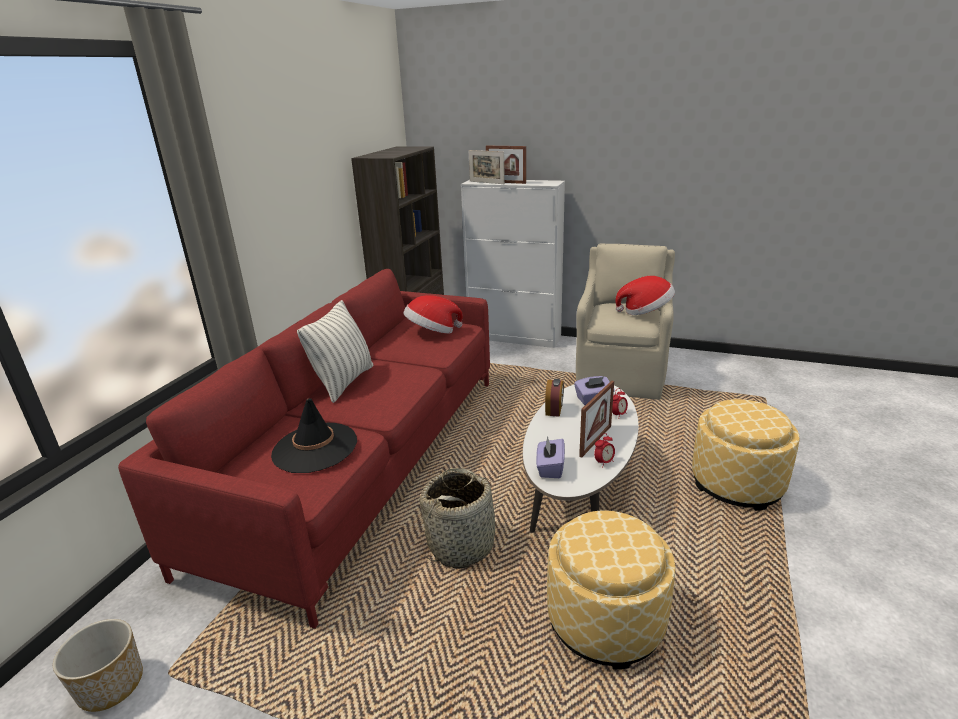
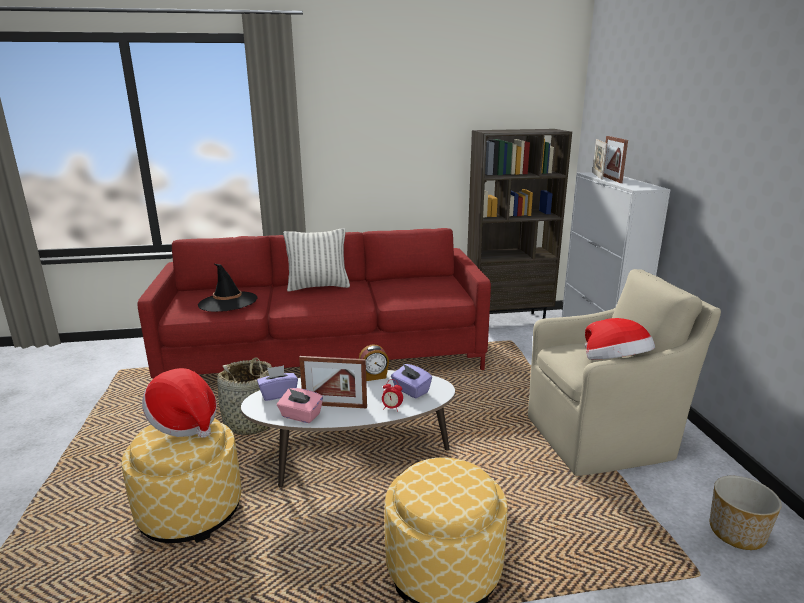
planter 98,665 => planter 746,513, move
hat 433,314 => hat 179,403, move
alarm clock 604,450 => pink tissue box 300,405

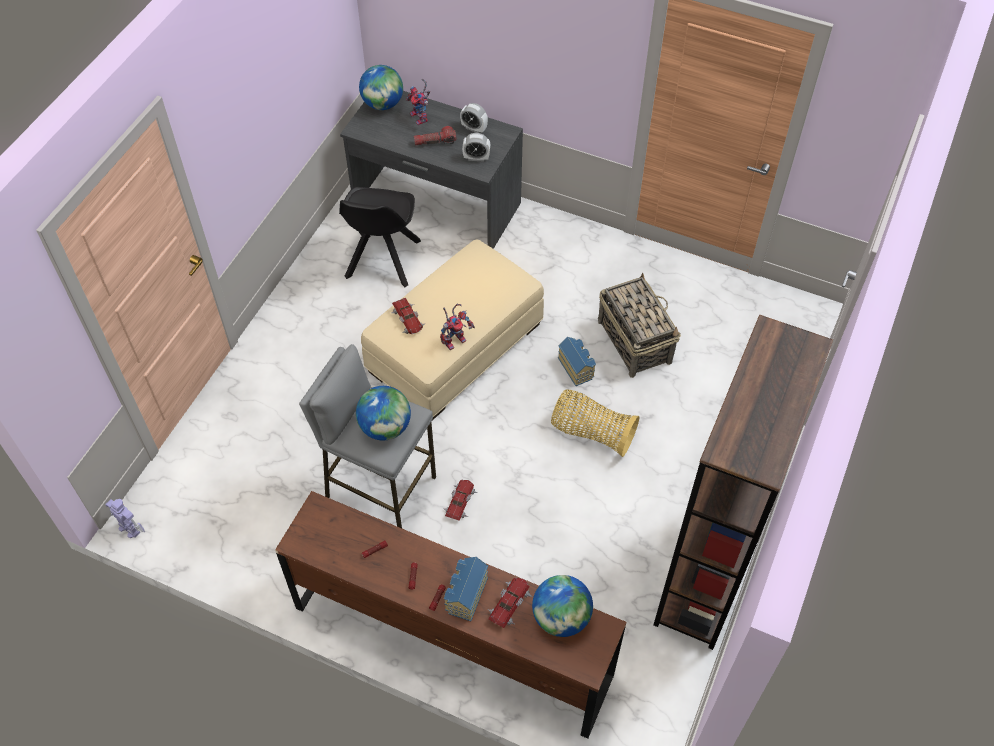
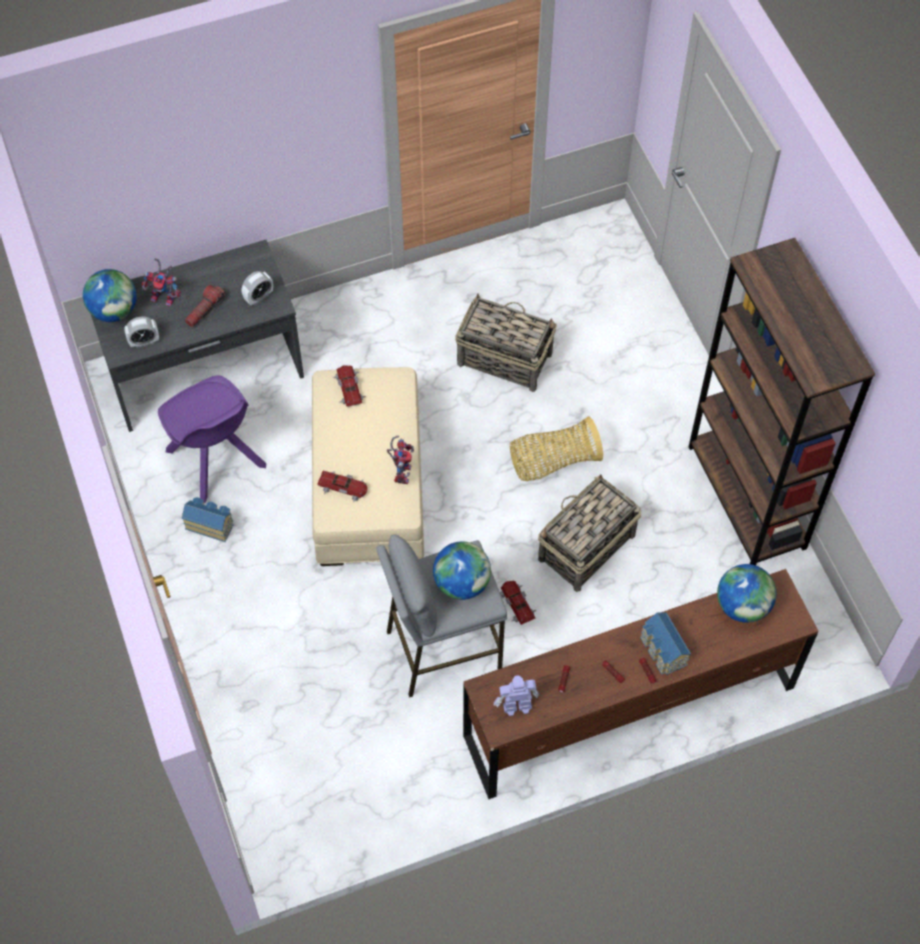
toy robot 125,518 => toy robot 516,695, move
black chair 380,237 => purple chair 212,439
alarm clock 474,118 => alarm clock 141,332, move
toy car 510,602 => toy car 349,386, move
toy house 577,361 => toy house 208,519, move
nothing => basket 590,533

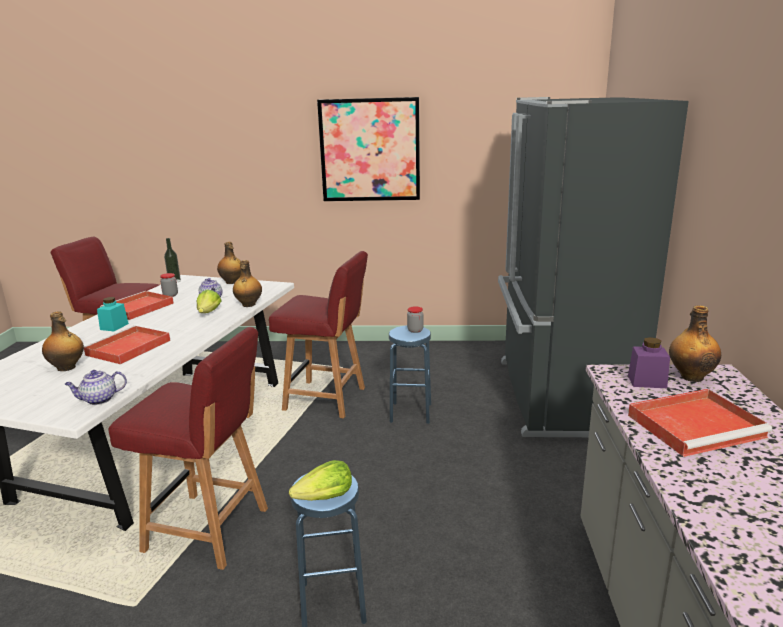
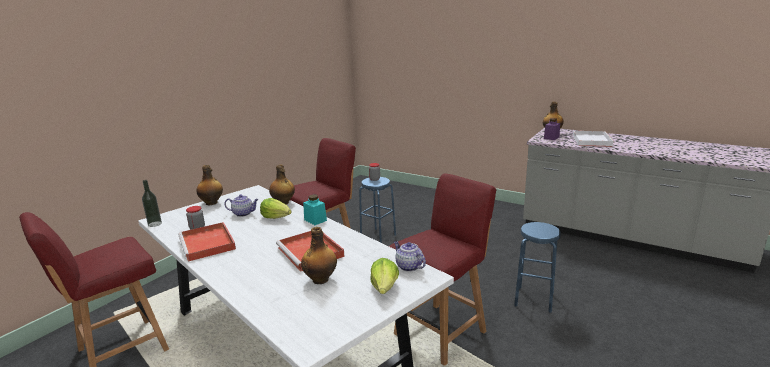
teapot 95,387 => teapot 410,256, 135 degrees clockwise
turquoise jar 113,314 => turquoise jar 315,209, move
lettuce 320,480 => lettuce 384,276, move
picture 368,149 => nothing
black fridge 593,267 => nothing
red tray 700,423 => white tray 594,139

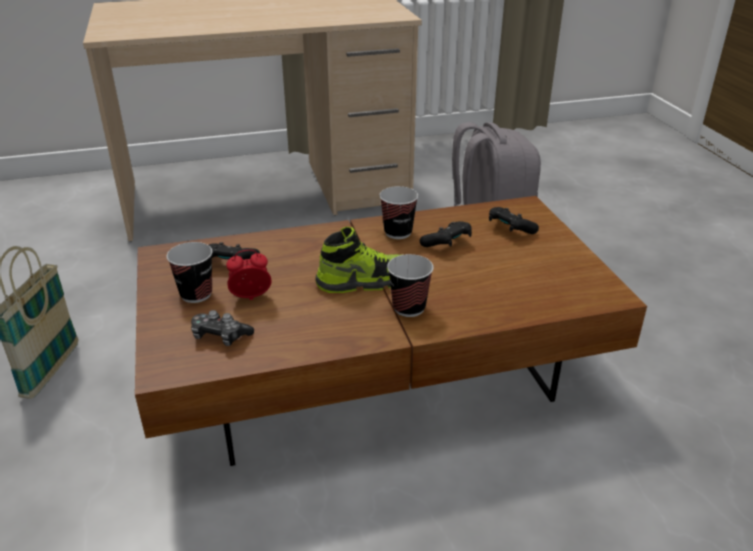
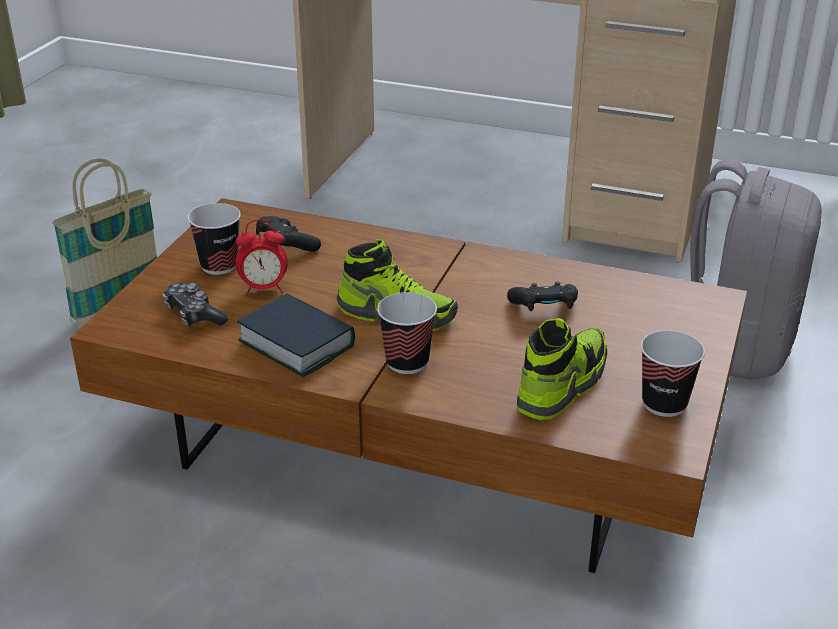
alarm clock 248,275 => alarm clock 261,258, 150 degrees clockwise
cup 398,212 => cup 673,374, move
black game controller 514,220 => nothing
nothing => book 296,335
nothing => shoe 562,369

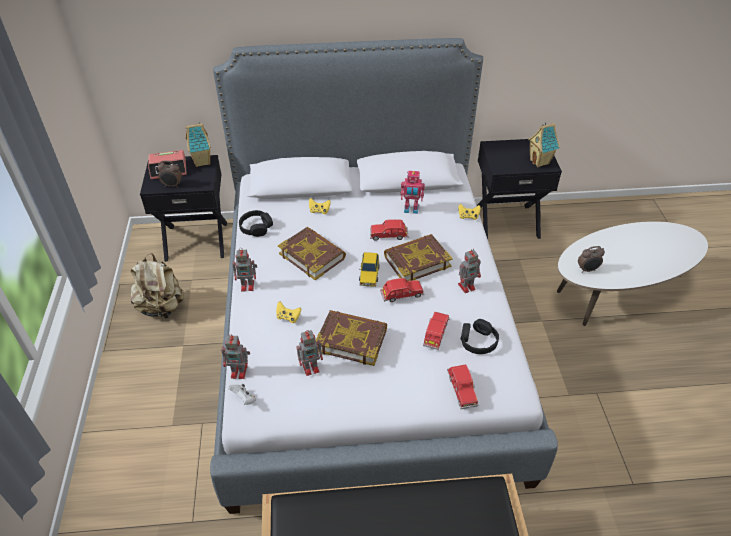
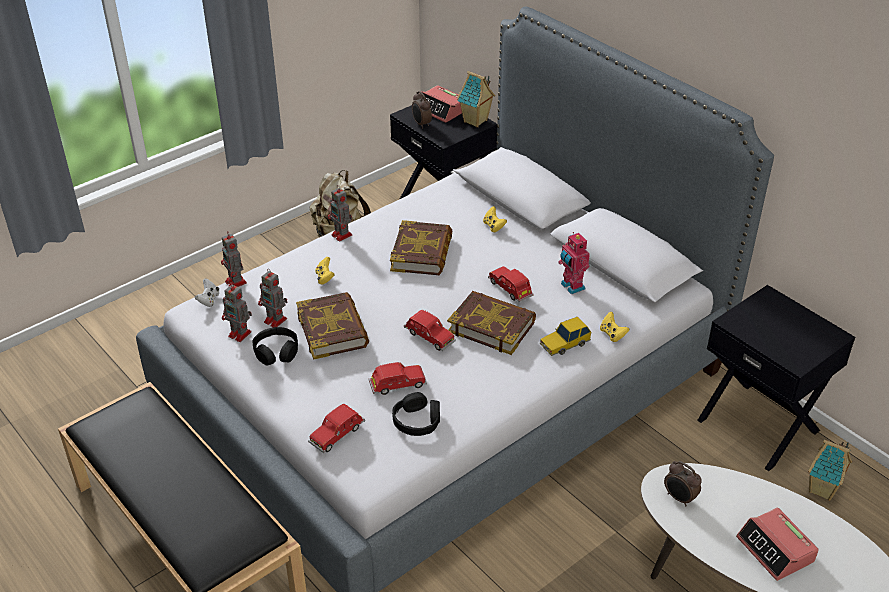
black headphones 256,223 => black headphones 275,346, move
toy car 369,269 => toy car 565,336, move
toy robot 469,270 => toy robot 237,312, move
toy house 544,144 => toy house 830,470, move
nothing => alarm clock 777,544

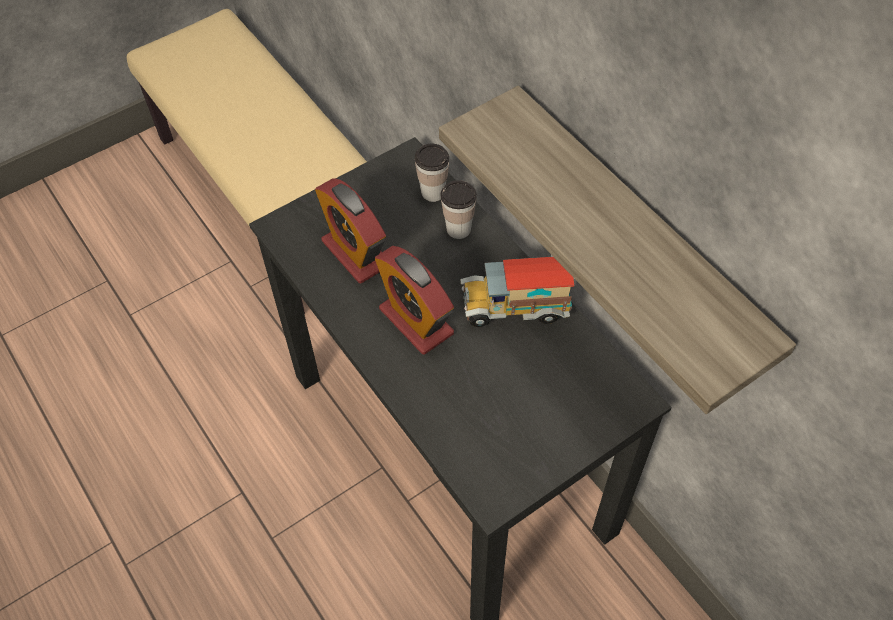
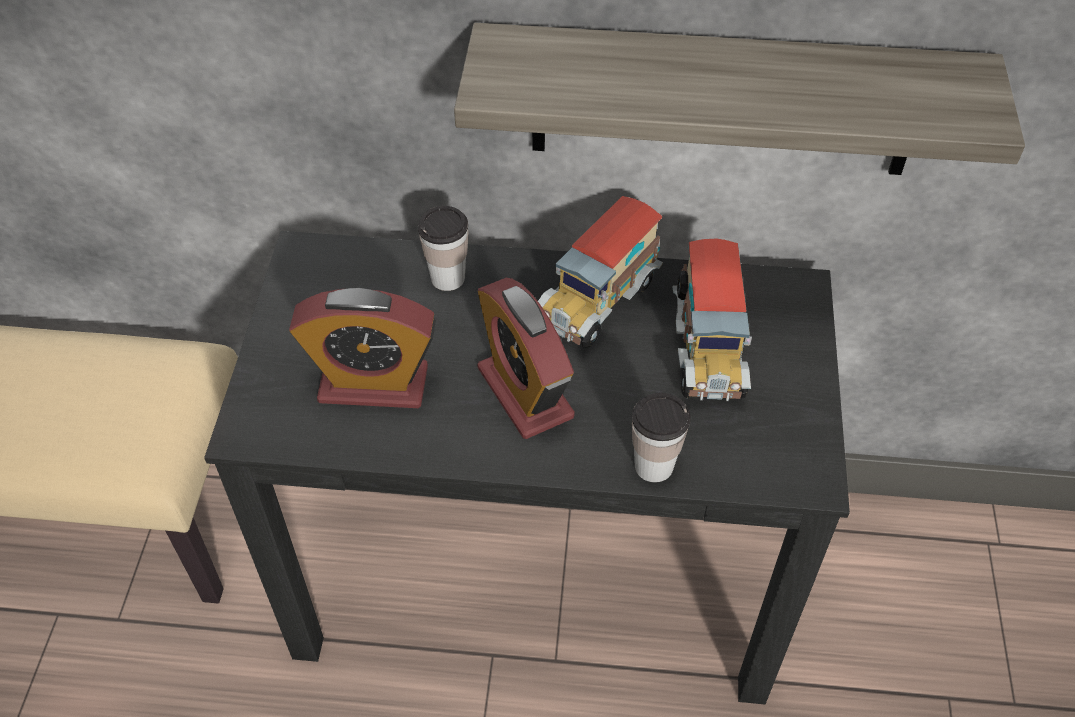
alarm clock 414,300 => alarm clock 526,358, 60 degrees clockwise
cup 432,173 => cup 661,438, move
nothing => toy truck 712,320

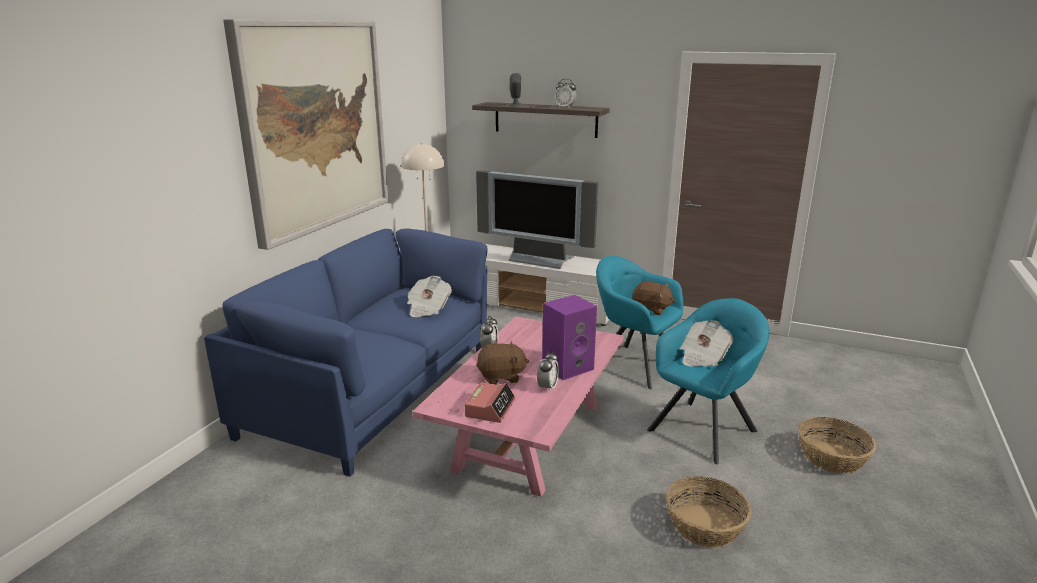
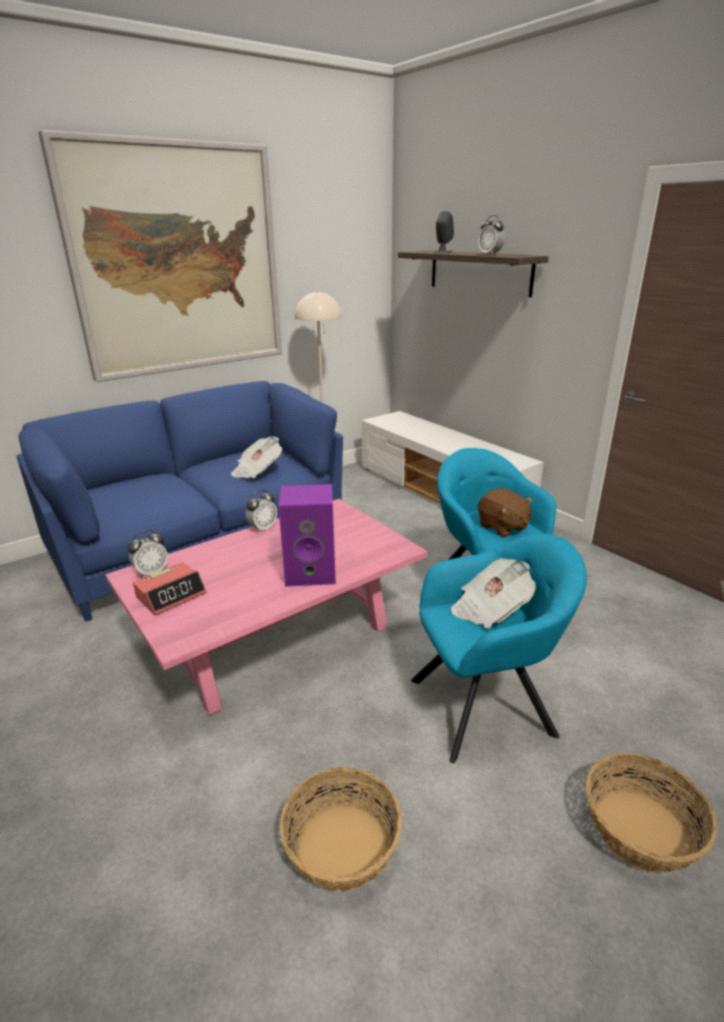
television 537,219 => nothing
brown plush toy 502,362 => nothing
alarm clock 548,371 => alarm clock 147,553, move

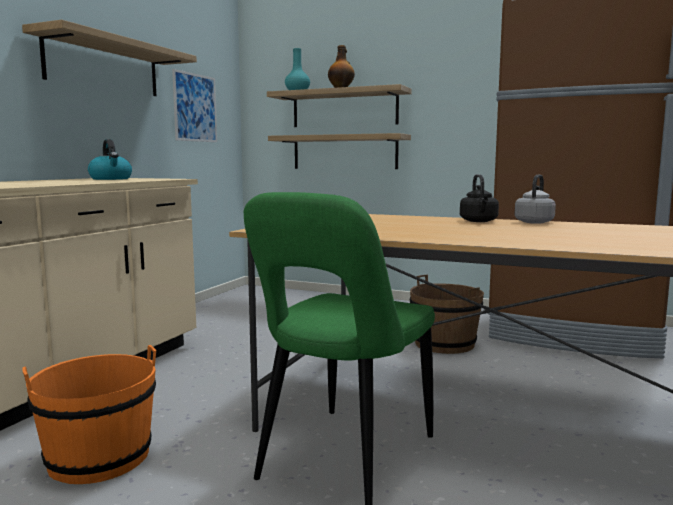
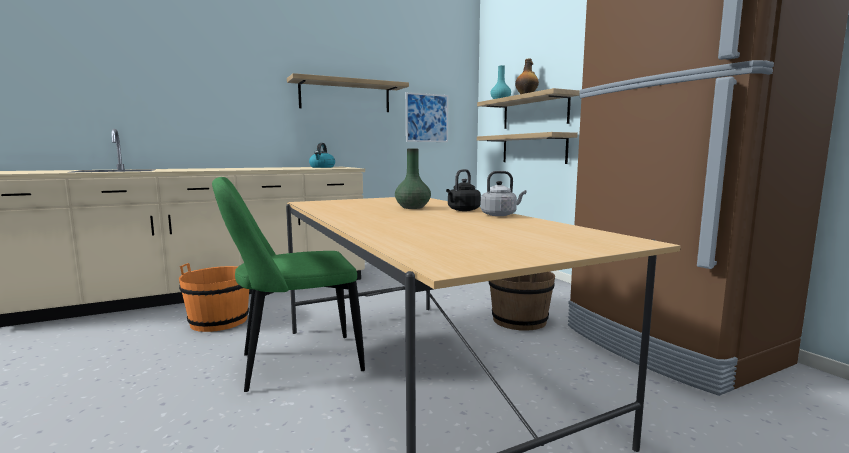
nothing => green vase 413,178

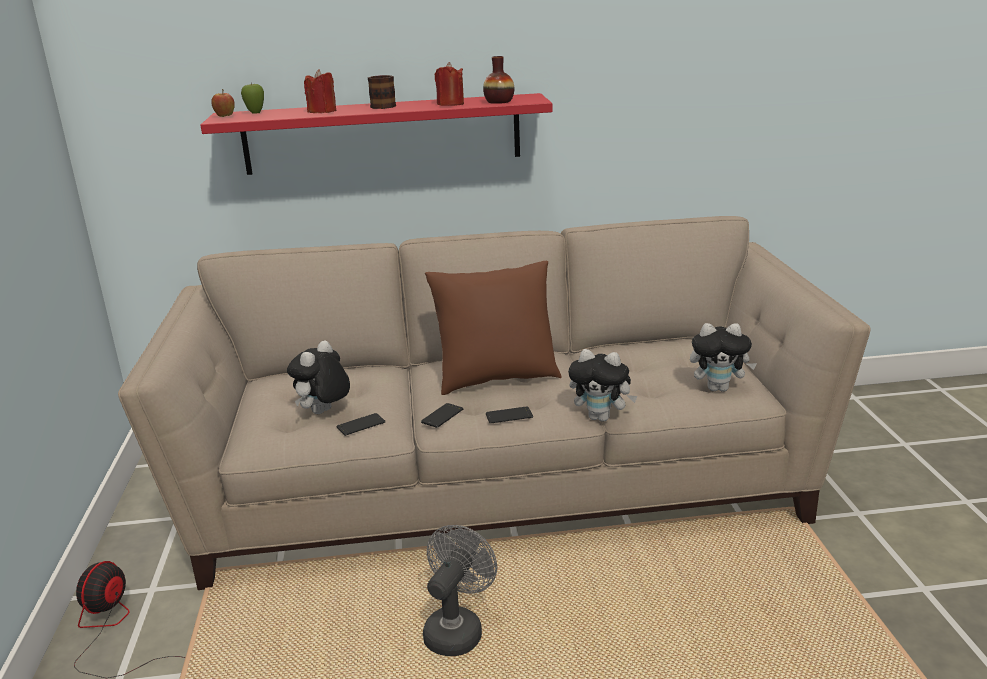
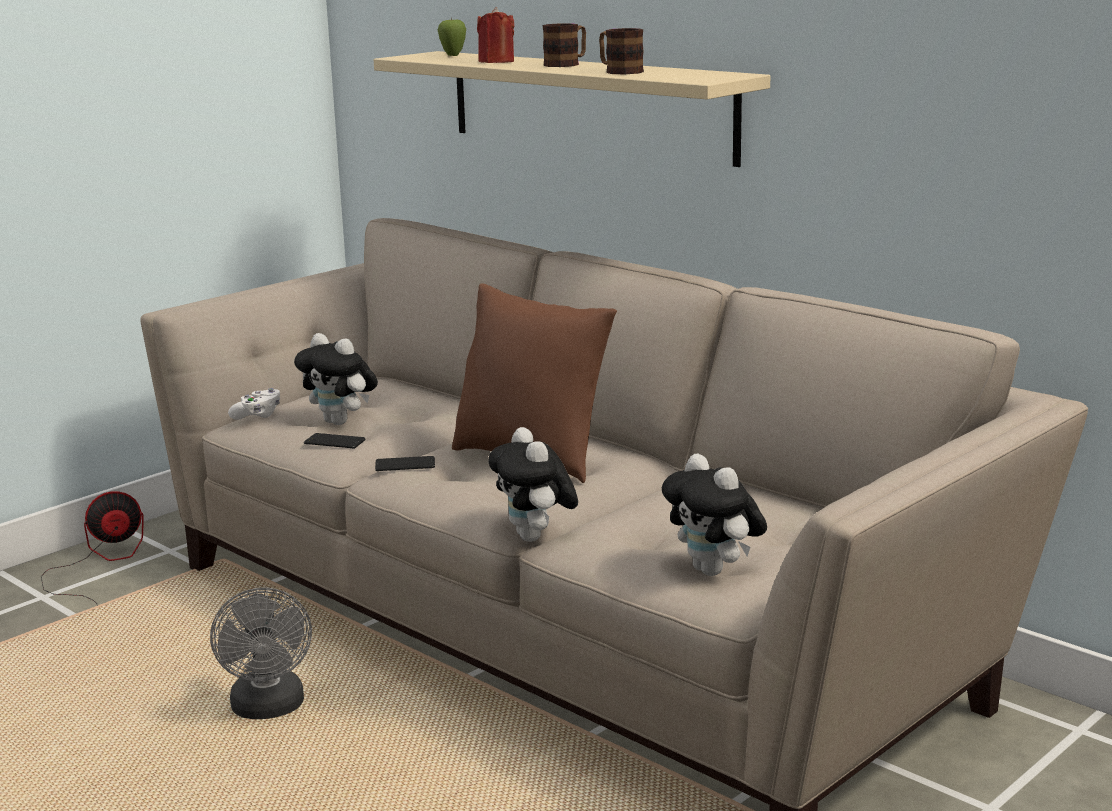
red shelf 377,134 => beige shelf 572,109
apple 223,103 => nothing
plush toy 318,377 => plush toy 336,379, 135 degrees counterclockwise
grey fan 460,590 => grey fan 261,653, 90 degrees clockwise
red candle 449,84 => mug 621,51
vase 498,80 => nothing
phone 509,414 => nothing
nothing => white game controller 254,404

